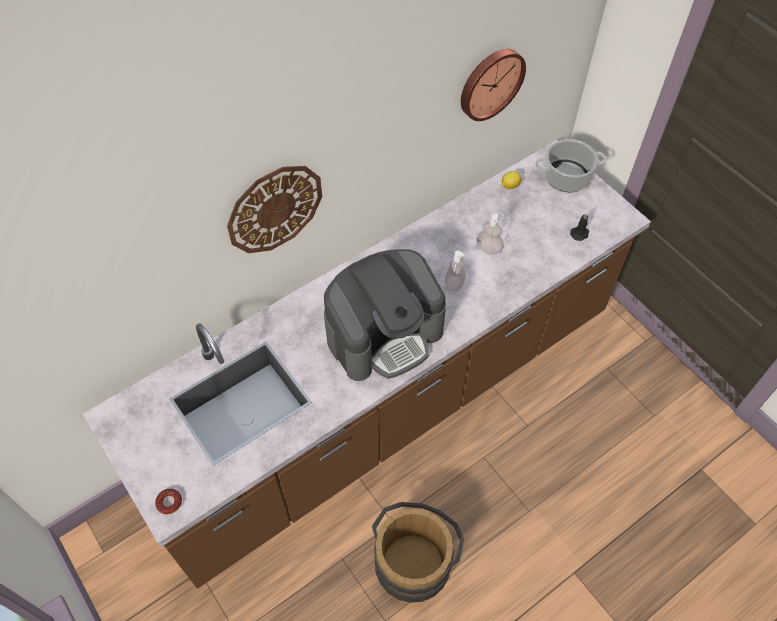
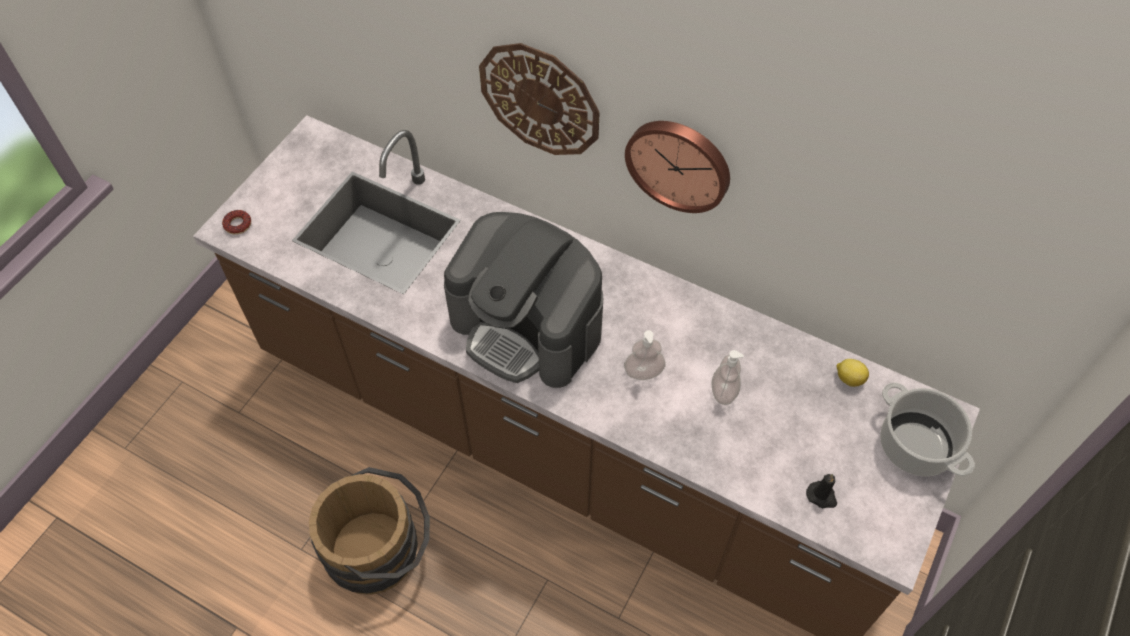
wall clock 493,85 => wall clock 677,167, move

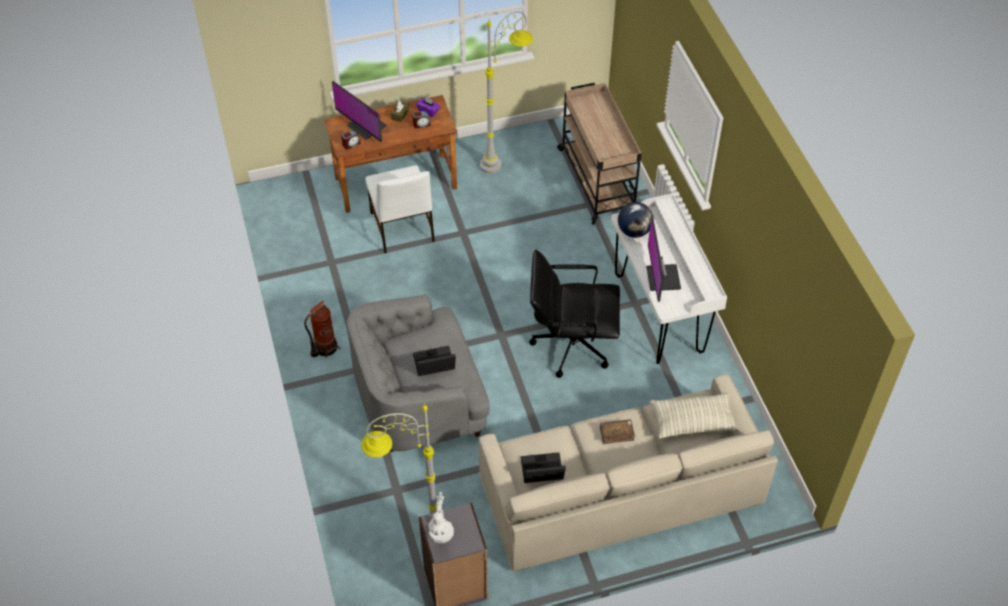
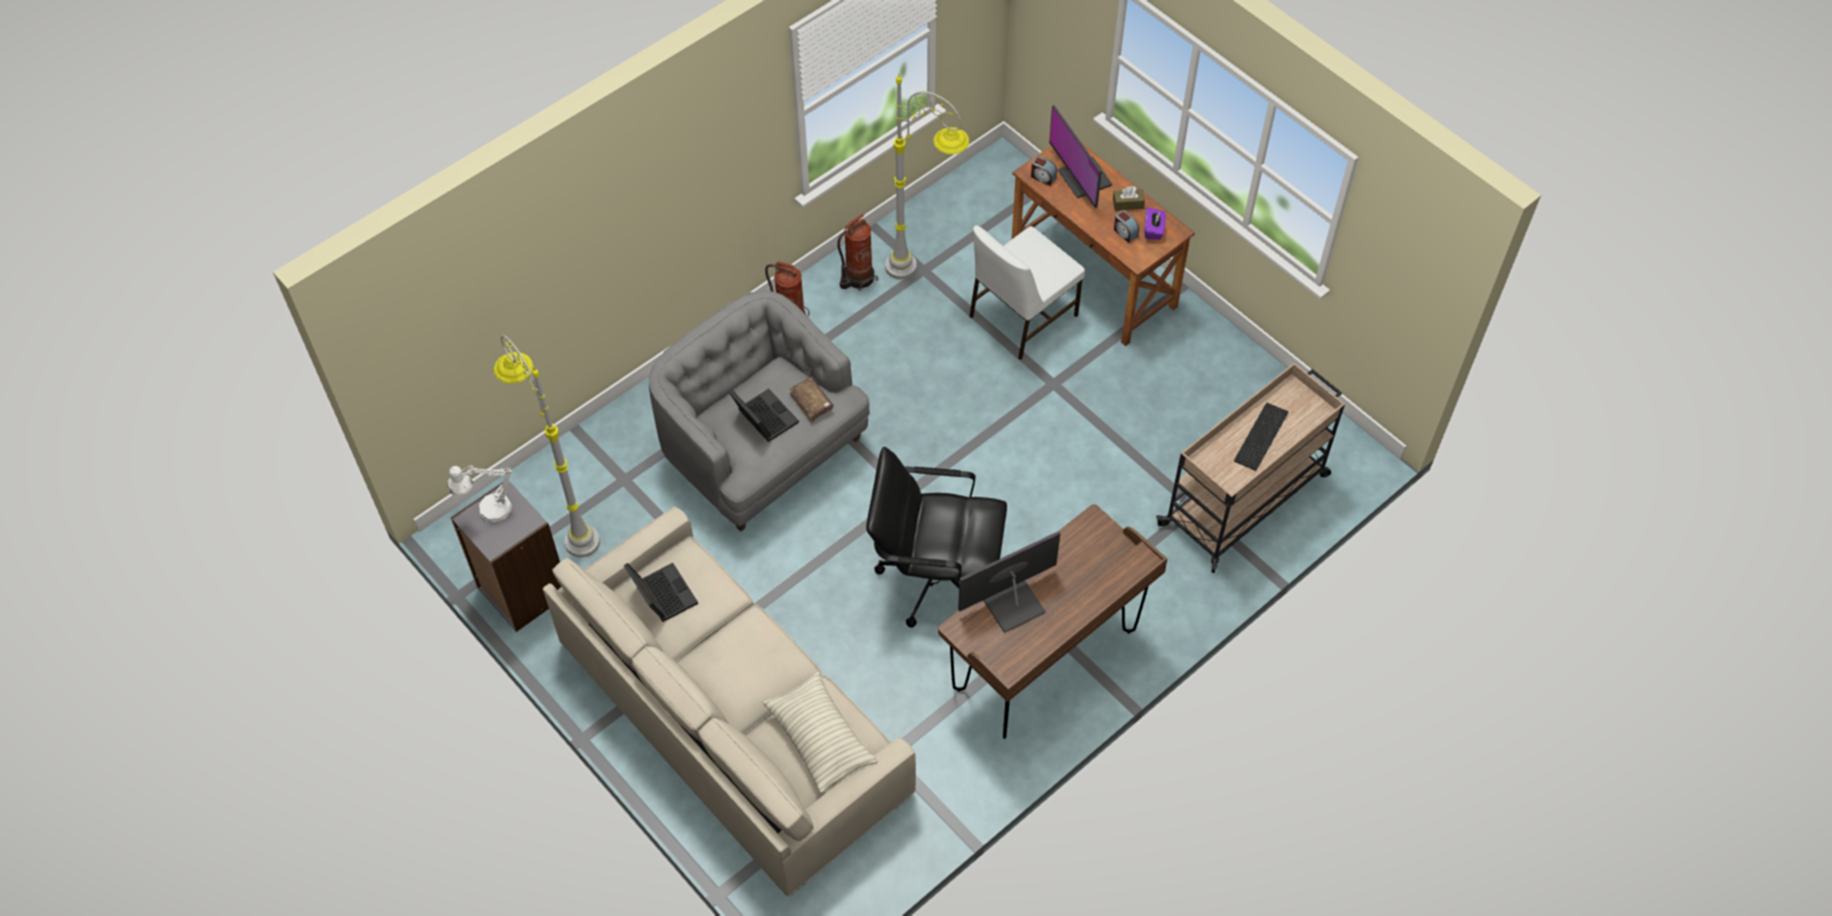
monitor 359,111 => monitor 1081,156, 45 degrees counterclockwise
grey floor lamp 506,92 => grey floor lamp 927,178, move
black office chair 574,314 => black office chair 936,537, 60 degrees counterclockwise
brown book 617,431 => brown book 811,399, move
white desk 669,278 => brown desk 1052,621
globe 635,220 => nothing
nothing => fire extinguisher 857,252
nothing => keyboard 1261,437

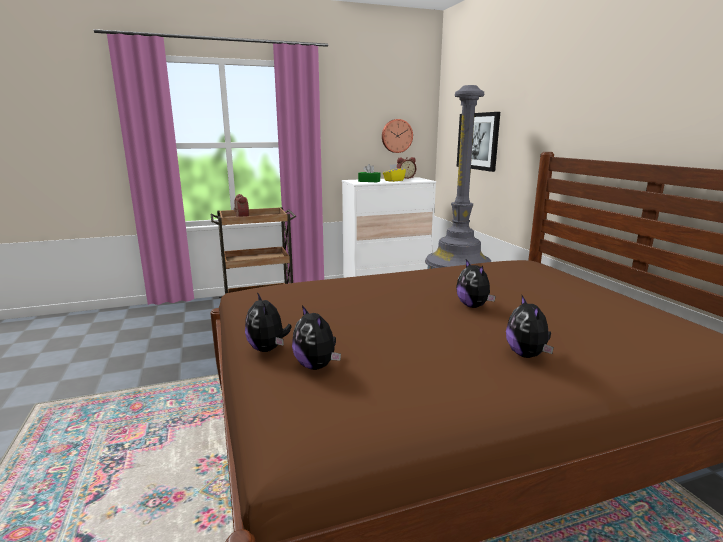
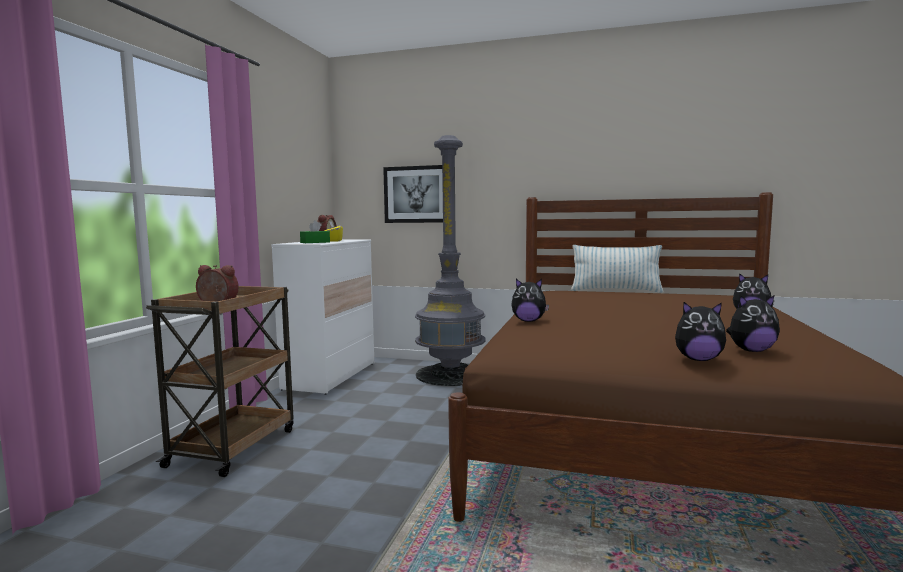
wall clock 397,136 => nothing
plush toy 476,283 => plush toy 530,300, move
nothing => pillow 617,269

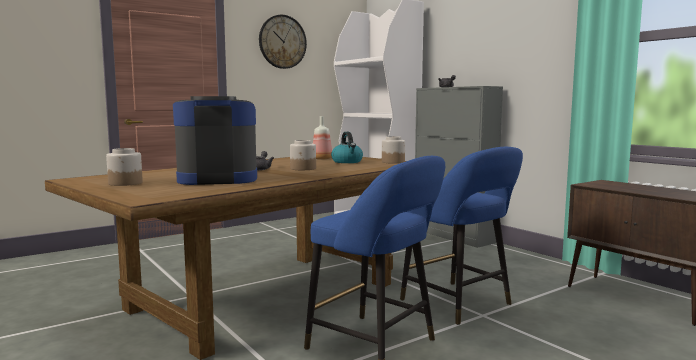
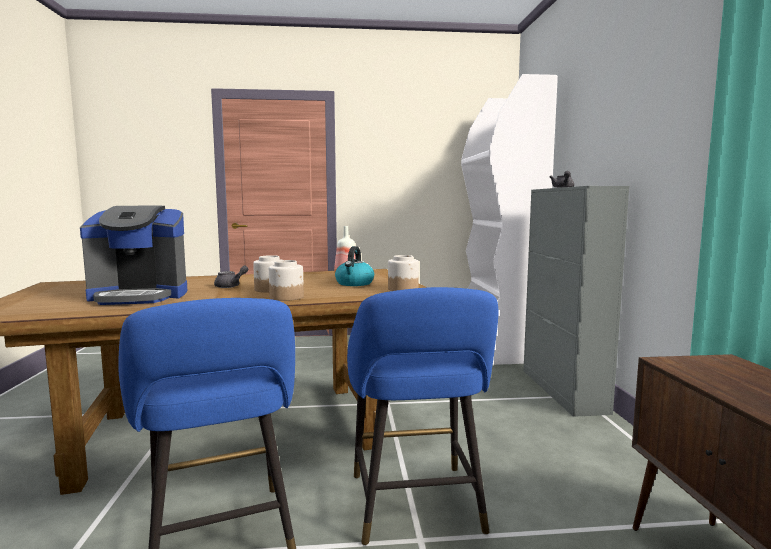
jar 124,167 => jar 286,280, move
coffee machine 215,140 => coffee machine 133,255, 150 degrees clockwise
wall clock 283,42 => nothing

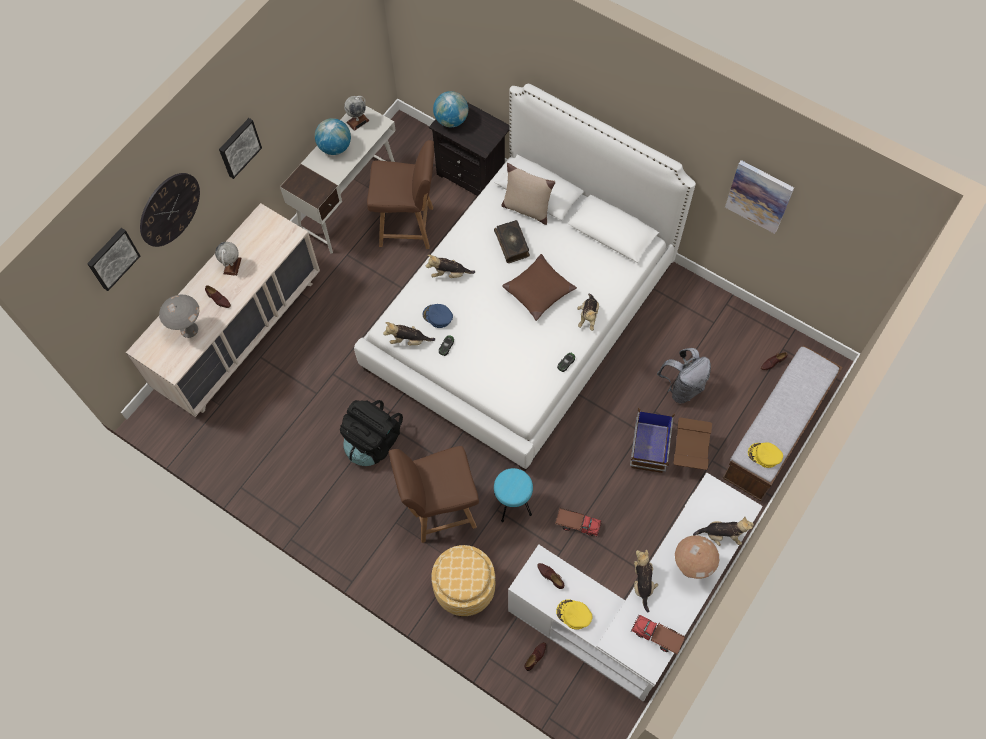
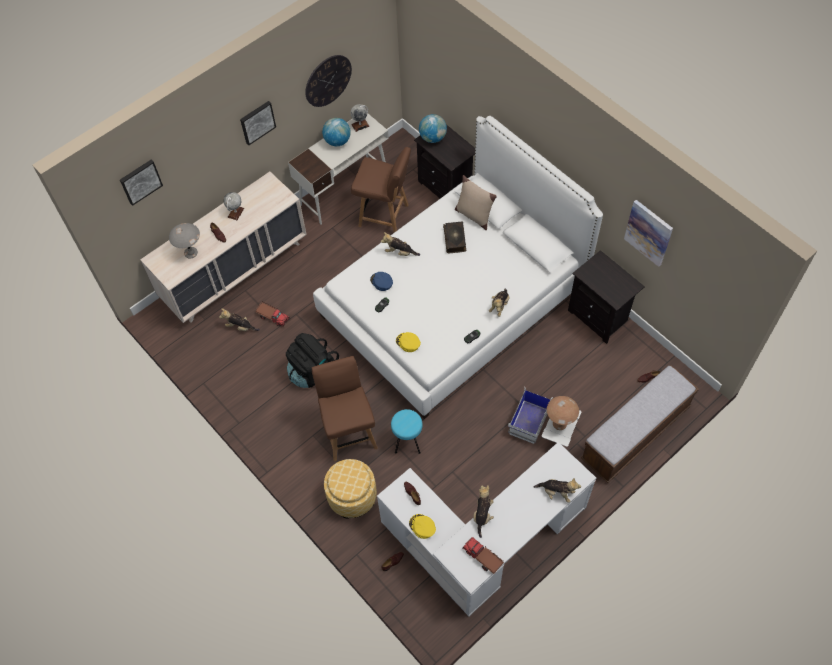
wall clock 170,210 => wall clock 328,81, move
plush toy 409,334 => plush toy 239,320, move
brown chair 434,494 => brown chair 345,408, 75 degrees clockwise
brown pillow 539,287 => nothing
toy truck 578,522 => toy truck 272,314, move
brown storage box 671,440 => white storage box 544,417
grey backpack 684,376 => nothing
brown table lamp 697,557 => brown table lamp 563,413, move
yellow cap 765,455 => yellow cap 408,342, move
nothing => black nightstand 606,297

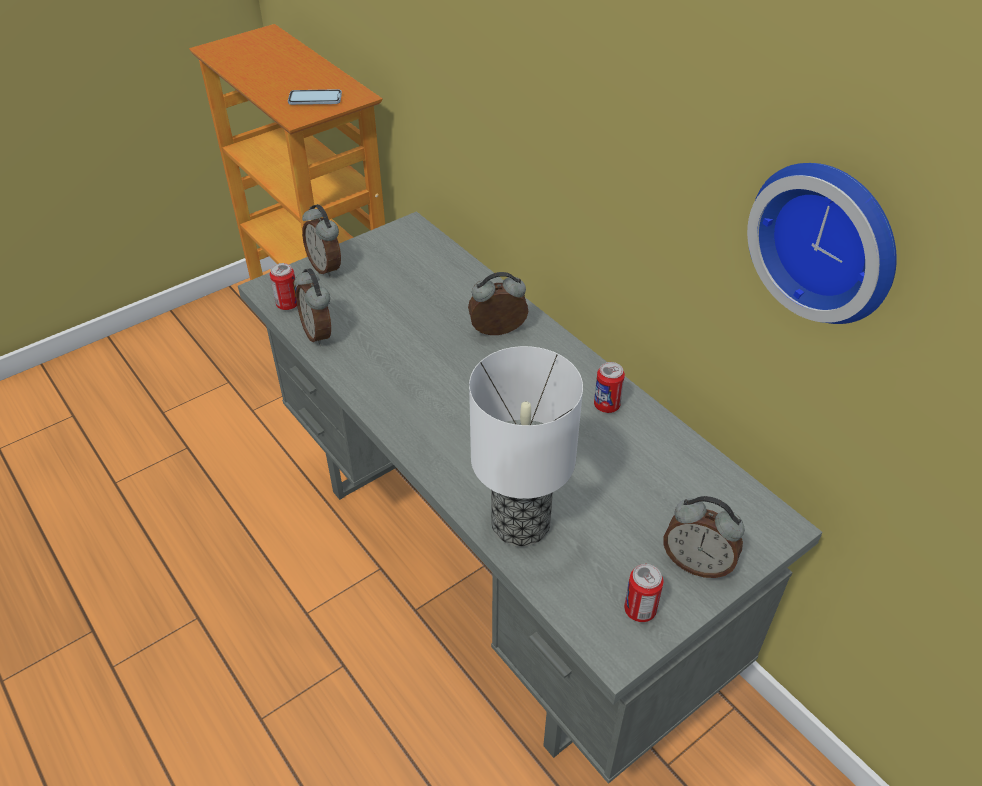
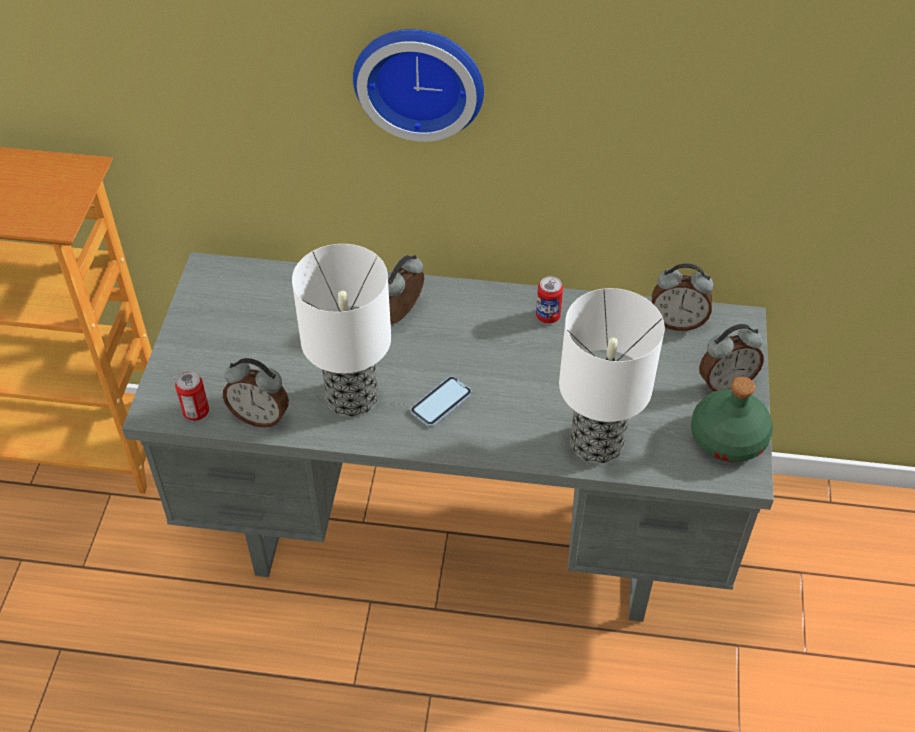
phone 315,97 => phone 441,401, move
alarm clock 321,241 => alarm clock 683,297, move
can 643,593 => green bottle 732,419
wall clock 822,243 => wall clock 418,85, move
nothing => table lamp 341,330

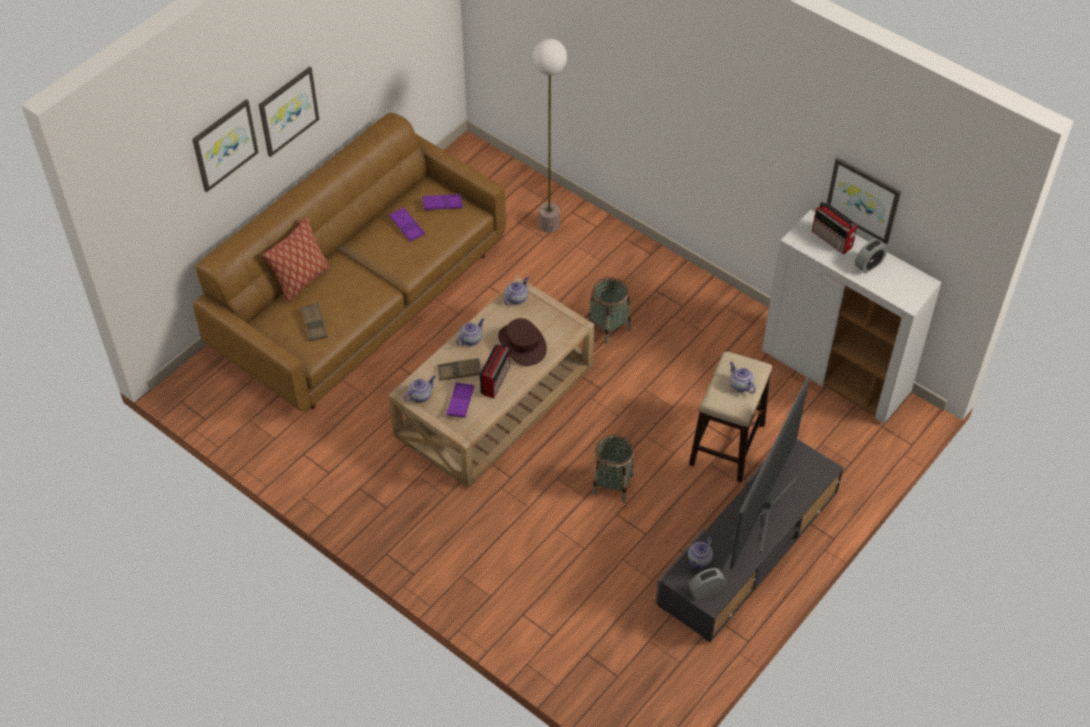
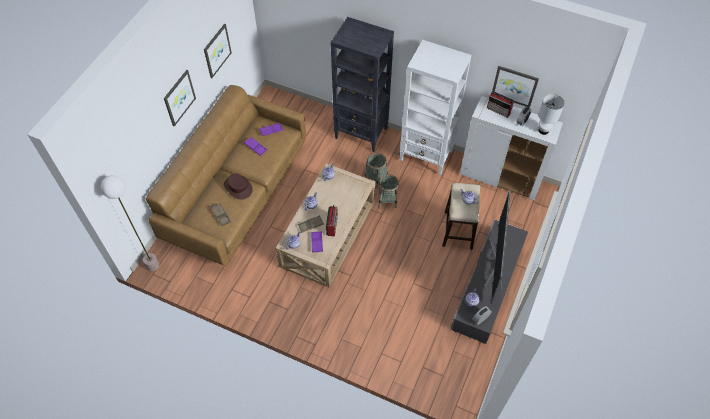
picture 225,145 => picture 218,51, move
pillow 297,260 => nothing
brown hat 522,342 => brown hat 238,187, move
floor lamp 549,136 => floor lamp 130,223, move
basket 613,468 => basket 388,191, move
nothing => black bookcase 362,84
nothing => white bookcase 436,107
nothing => white table lamp 551,114

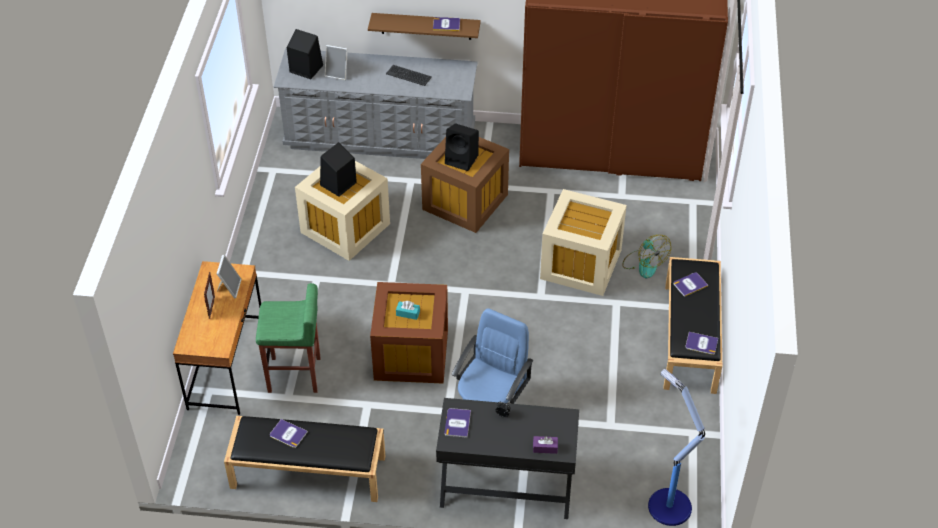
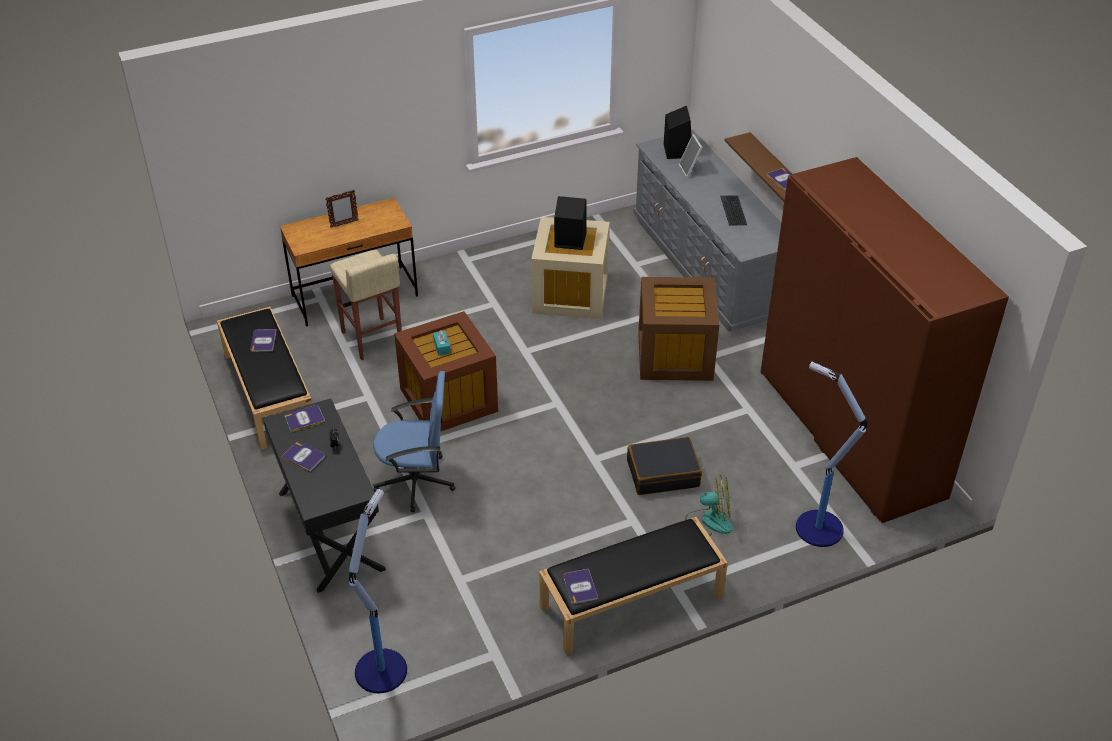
picture frame 229,276 => nothing
green stool 288,338 => beige stool 366,305
black speaker 462,147 => nothing
purple tissue box 545,445 => nothing
beige storage box 583,242 => black suitcase 664,466
fan 646,256 => fan 709,505, 120 degrees counterclockwise
book 691,284 => book 303,457, move
nothing => floor lamp 831,454

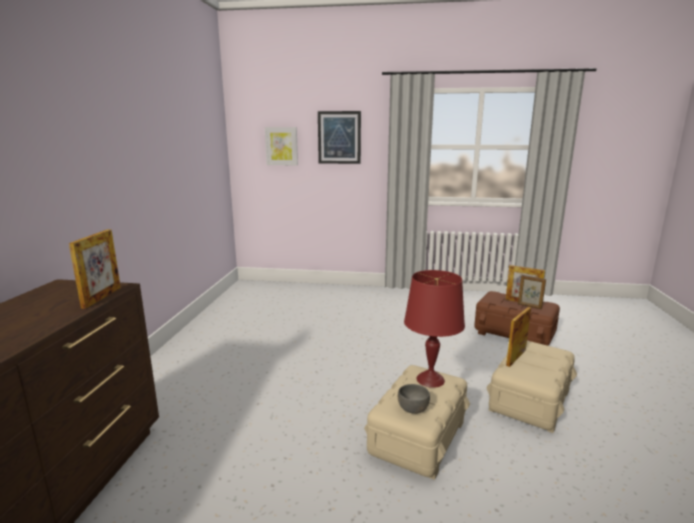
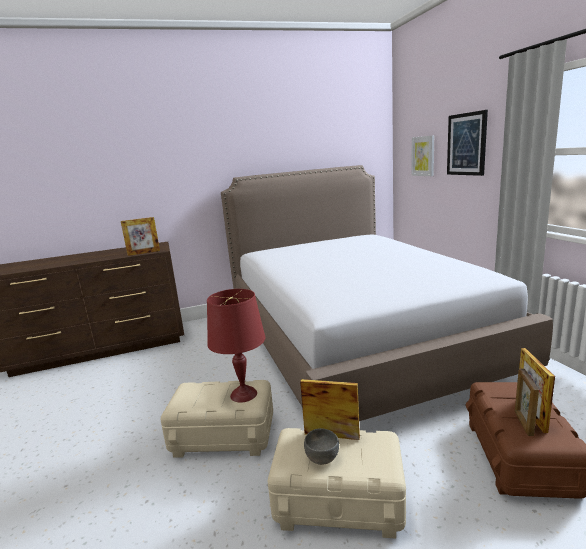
grey bowl 414,399 => grey bowl 321,446, move
nothing => bed 387,293

